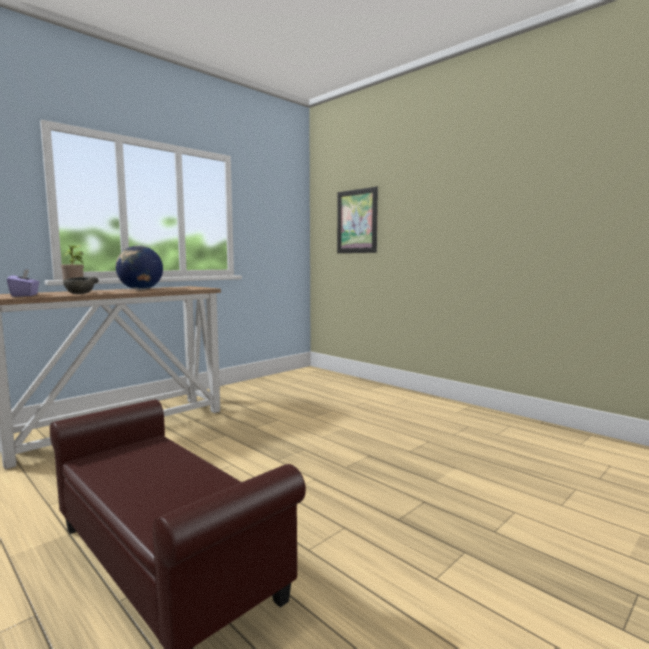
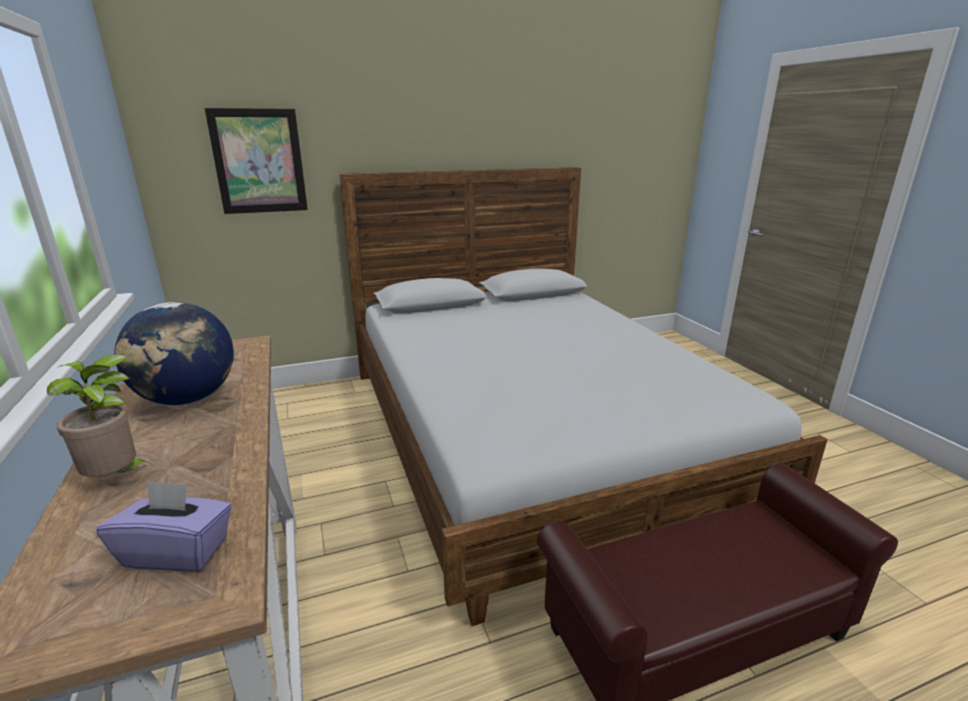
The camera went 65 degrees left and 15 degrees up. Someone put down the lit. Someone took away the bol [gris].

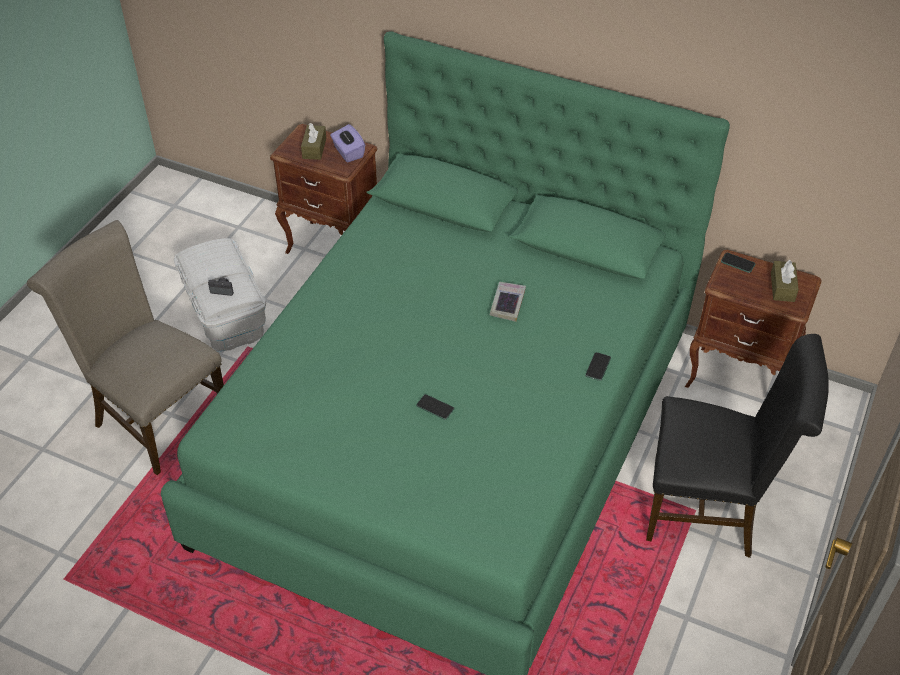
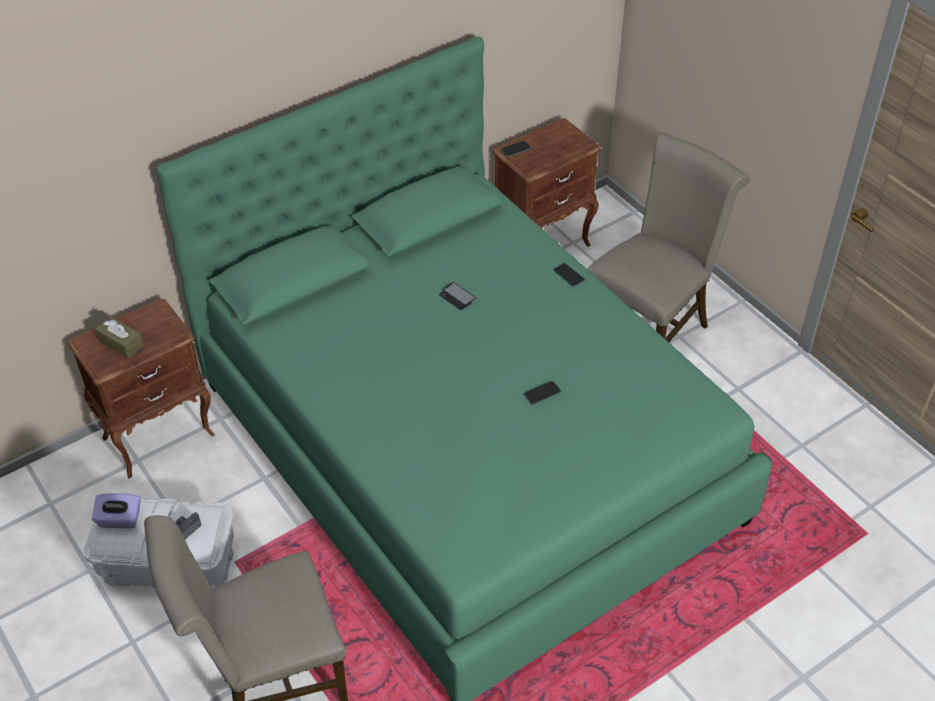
The camera went 60 degrees left and 0 degrees up. Someone carried the boîte à mouchoirs [violet]. Someone swapped the livre for the téléphone (1st from left). Someone repainted the chaise [noir], which became the chaise [beige] (2nd from left). Someone took away the boîte à mouchoirs [marron] (2nd from left).

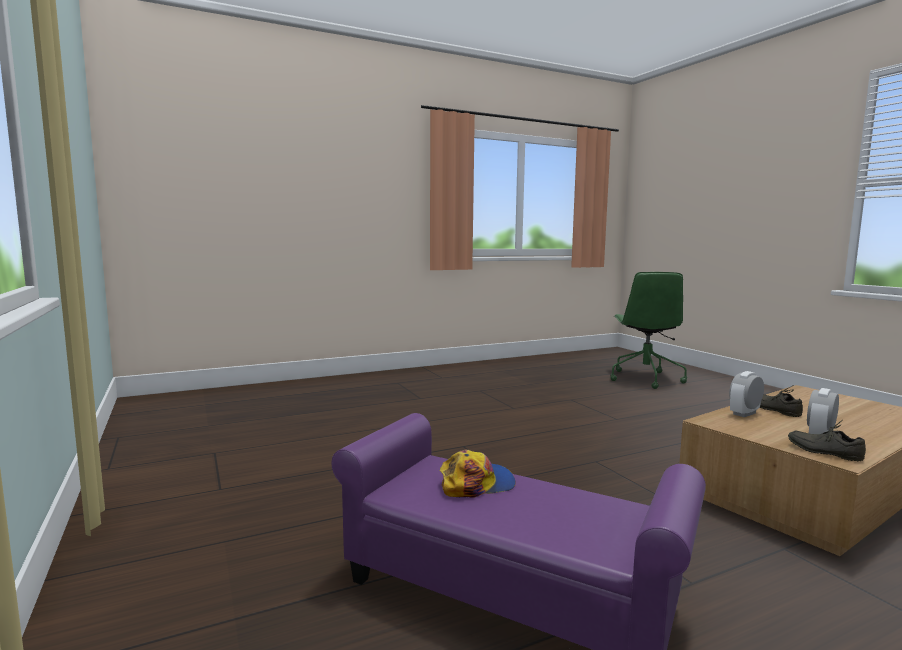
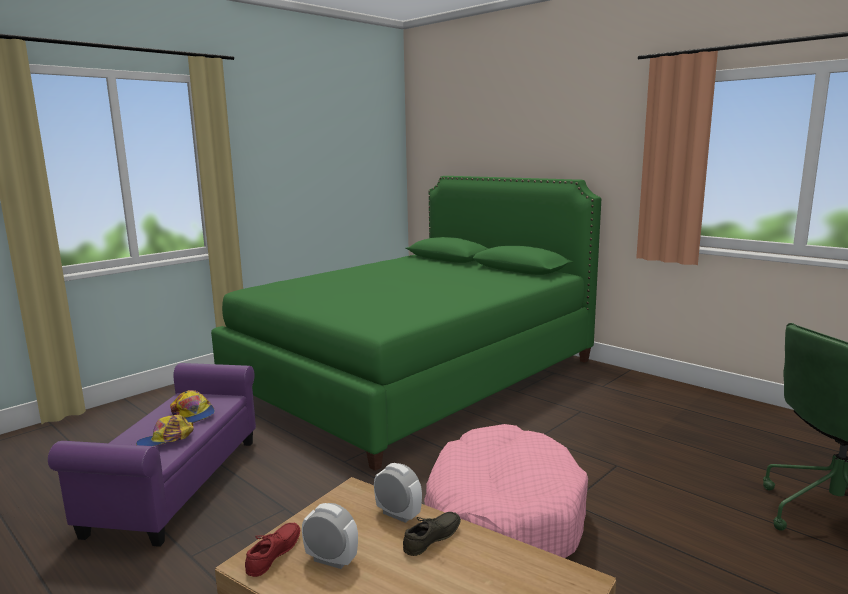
The camera went 70 degrees right and 5 degrees up. Someone put down the casquette (1st from left). Someone put down the lit [vert]. Someone repainted the chaussure [gris] (2nd from left), which became the chaussure [rouge]. Someone put down the panier pour chien [rose].

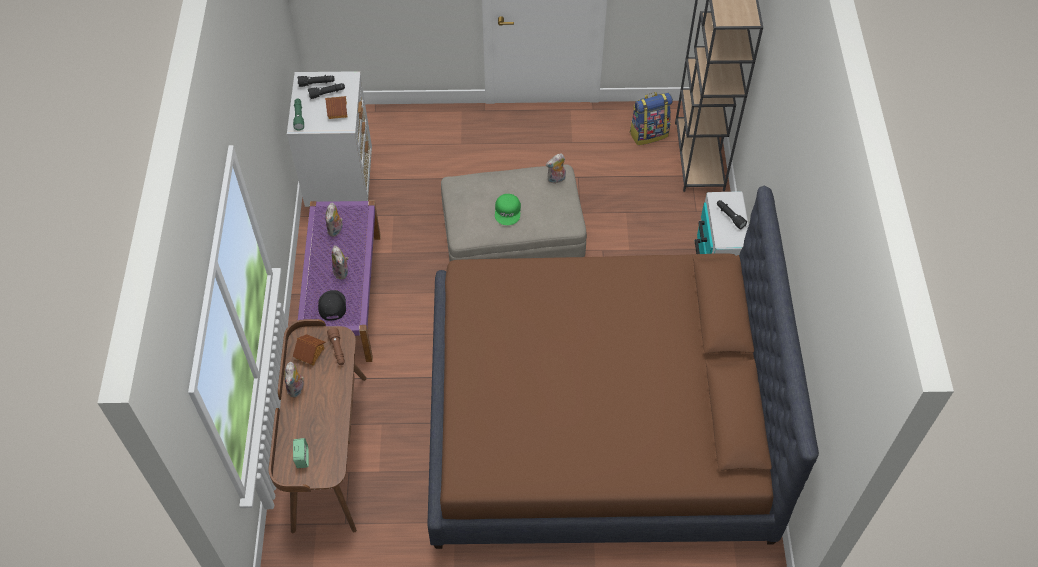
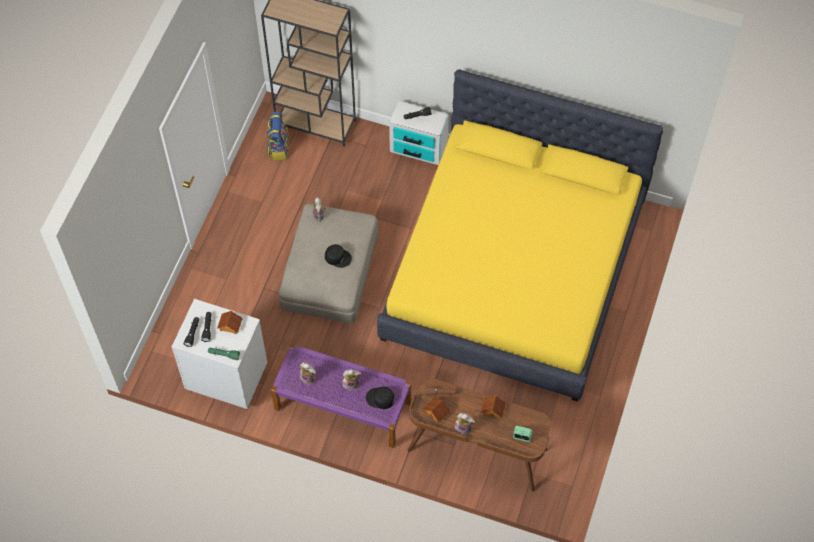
The camera went 70 degrees left and 5 degrees up. Someone repainted the casquette [vert], which became the casquette [noir] (1st from left). Someone repainted the lit [marron], which became the lit [jaune]. Someone put down the maison miniature (3rd from left).

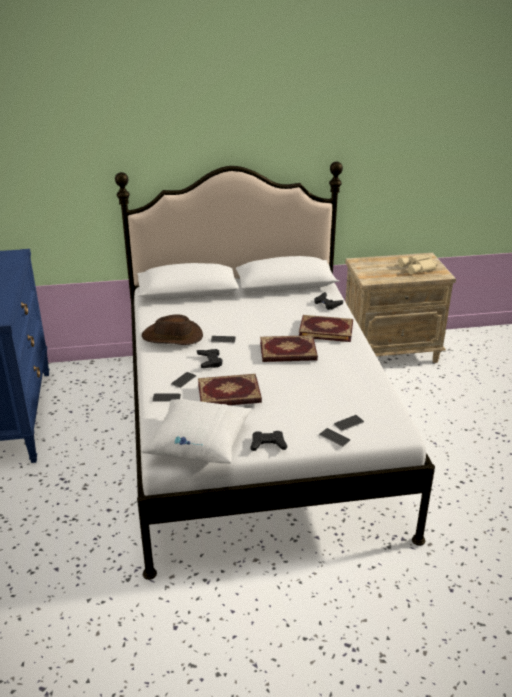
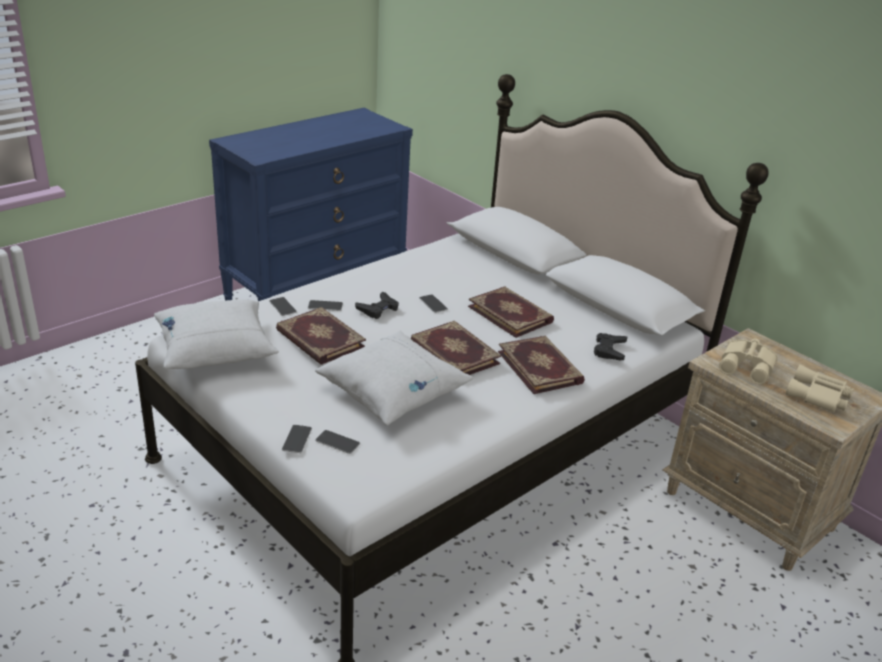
The camera went 55 degrees right and 0 degrees up. Someone put down the coussin [gris] (2nd from left). Someone put down the livre (3rd from left). Someone put down the jumelles [beige] (1st from left). Someone took away the chapeau [marron]. Someone took away the manette [noir] (2nd from left).

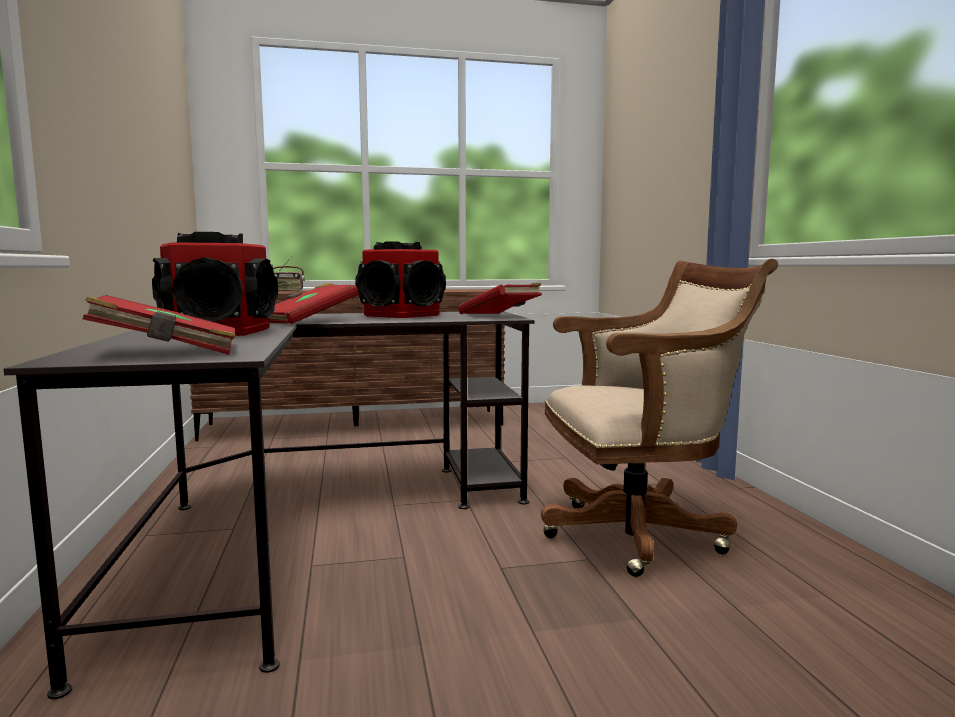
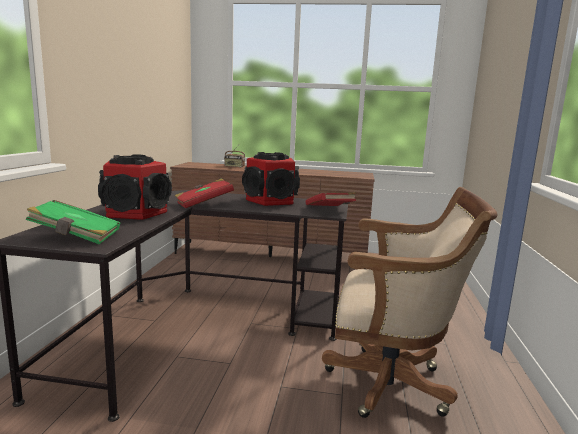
The camera went 20 degrees right and 5 degrees up. Someone repainted the livre [rouge] (1st from left), which became the livre [vert].

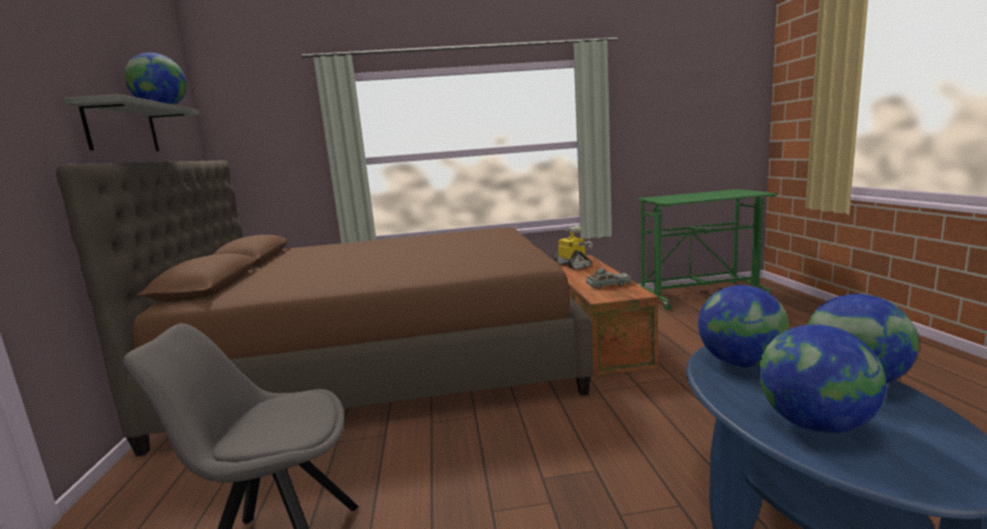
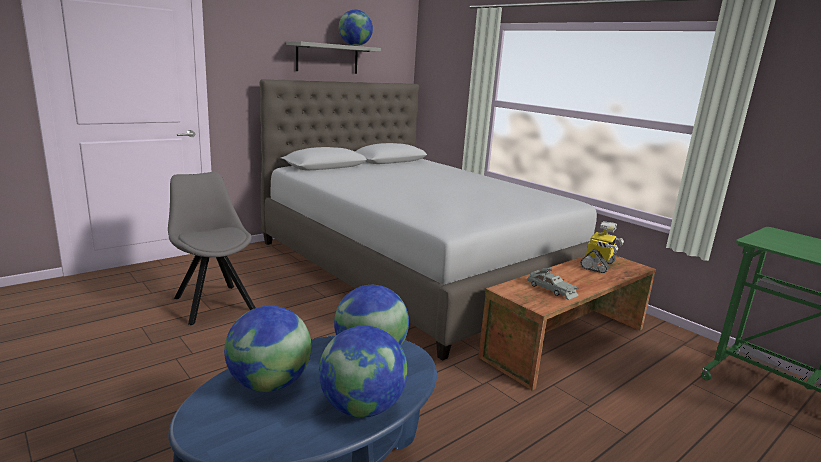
The camera went 55 degrees right and 5 degrees up. Someone repainted the lit [marron], which became the lit [gris].

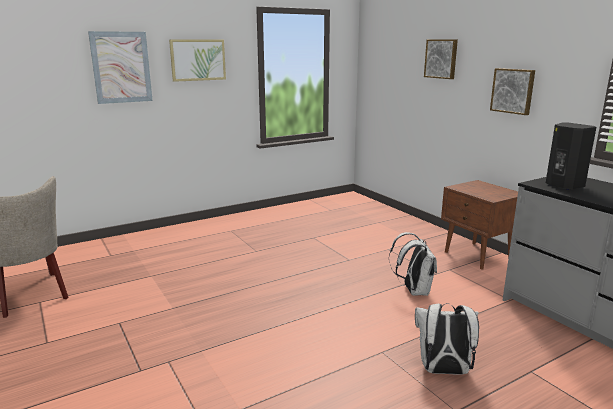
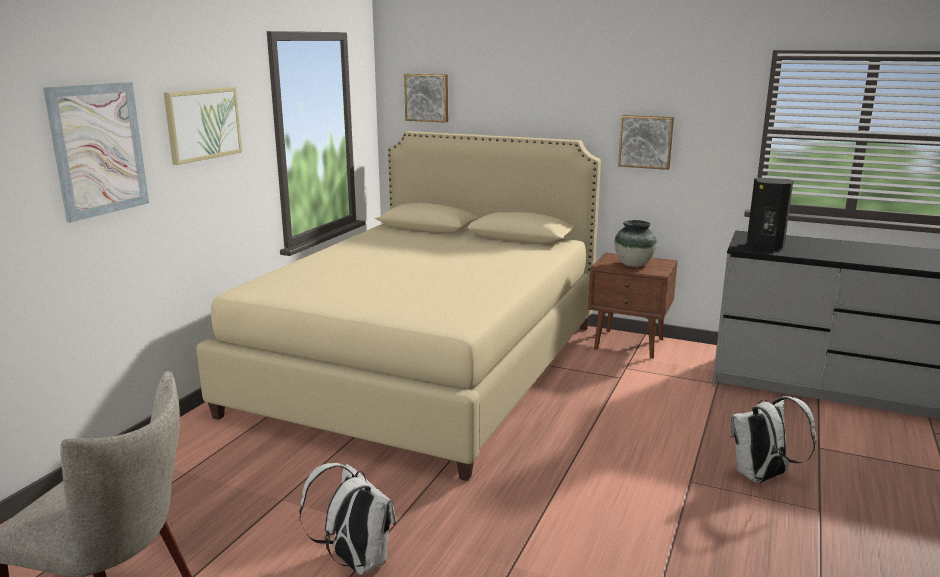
The camera went 35 degrees left and 0 degrees up. Someone put down the lit [beige]. Someone carried the sac à dos [blanc] (1st from left). Someone carried the tableau (3rd from left). Someone put down the vase.

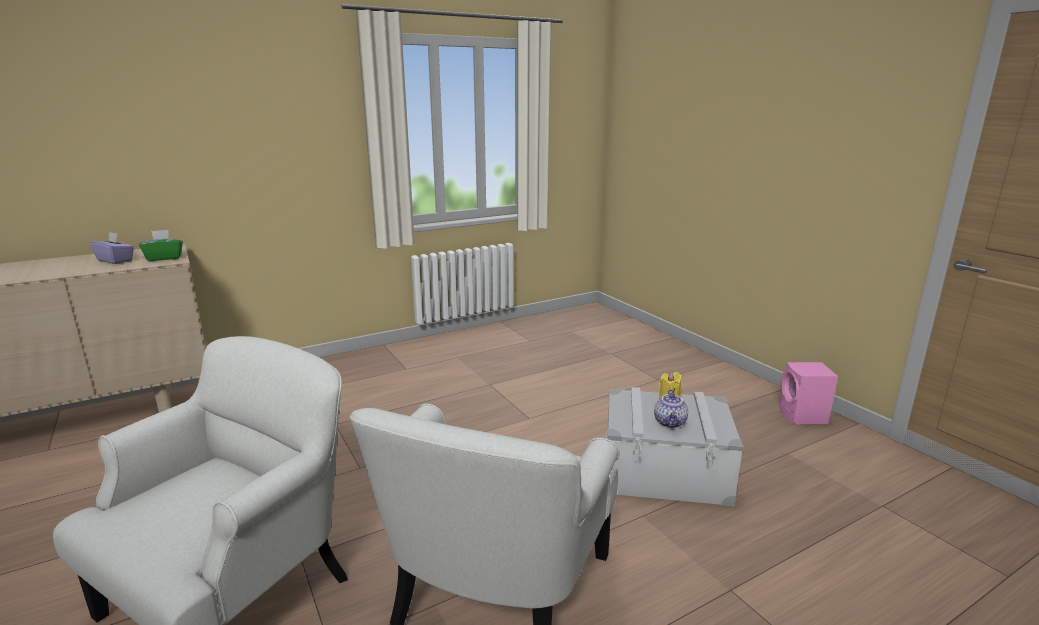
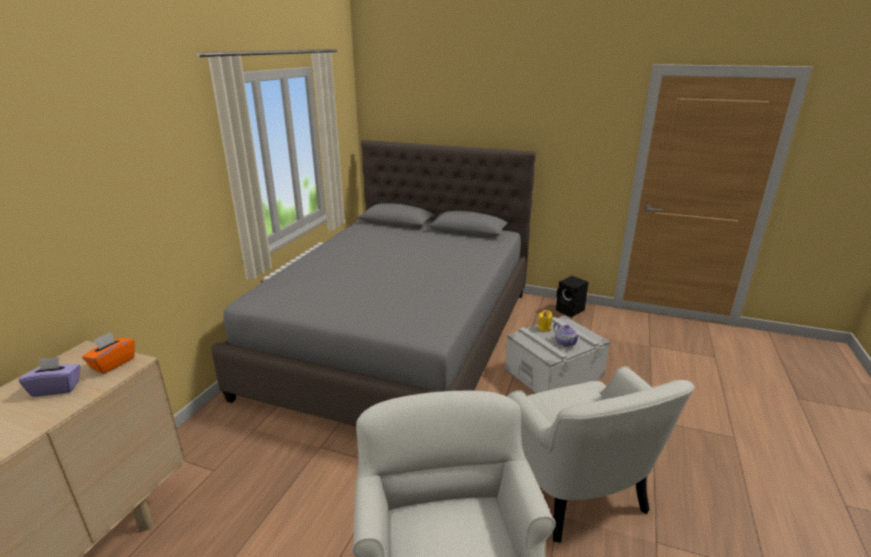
The camera went 40 degrees left and 5 degrees up. Someone repainted the boîte à mouchoirs [vert], which became the boîte à mouchoirs [orange]. Someone put down the lit [gris]. Someone repainted the enceinte [rose], which became the enceinte [noir].

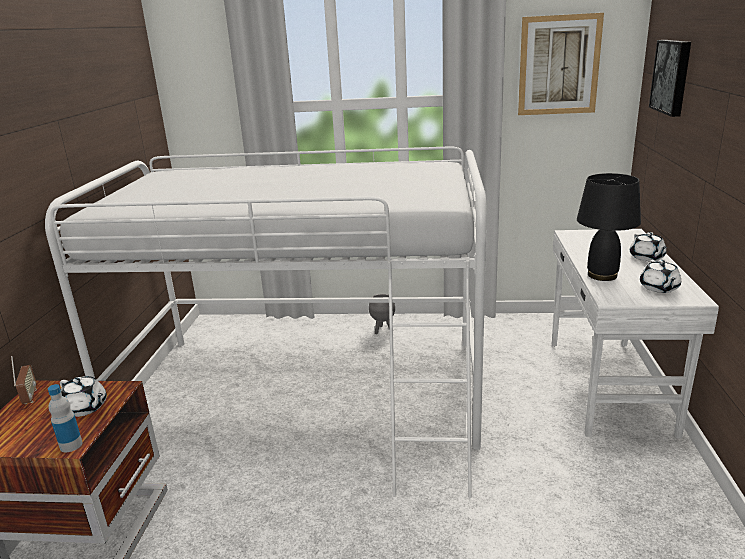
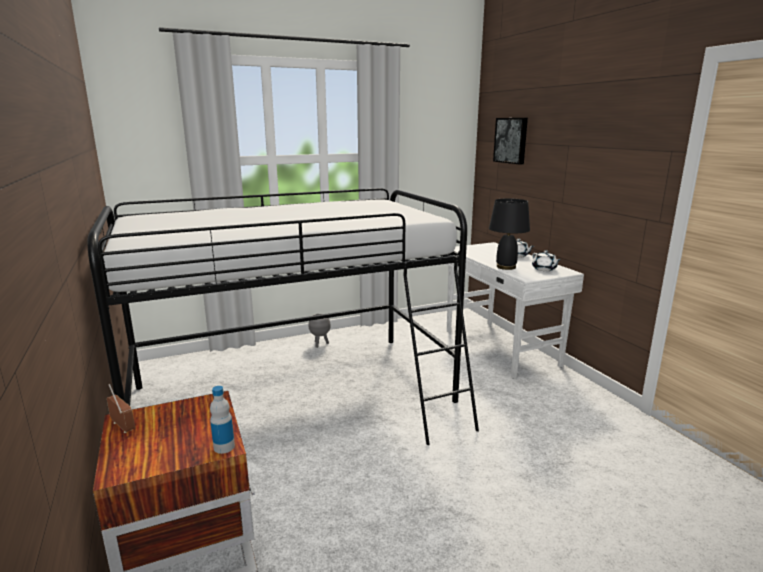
The camera went 30 degrees left and 5 degrees down. Someone repainted the lit [blanc], which became the lit [noir]. Someone took away the théière [blanc] (1st from left). Someone took away the tableau (1st from left).

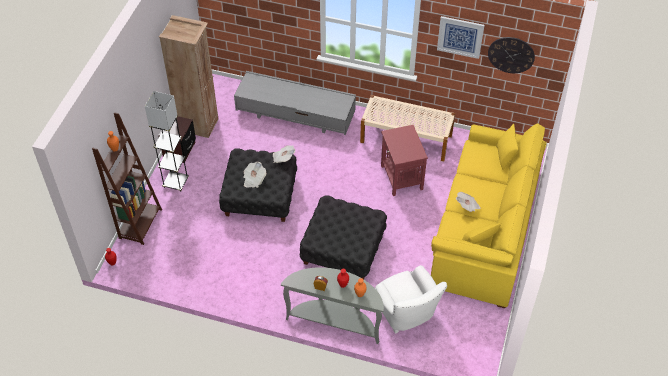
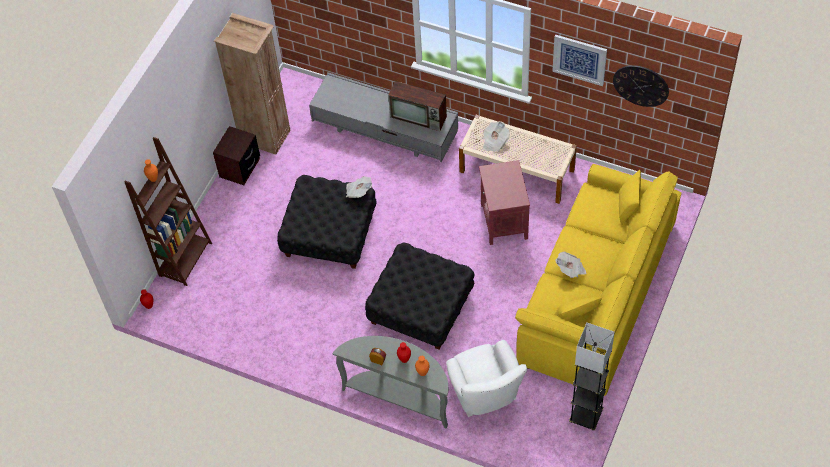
The camera went 10 degrees right and 5 degrees up. Someone put down the téléviseur. Someone carried the journal (1st from left in the first image). Someone carried the lampadaire [gris].

